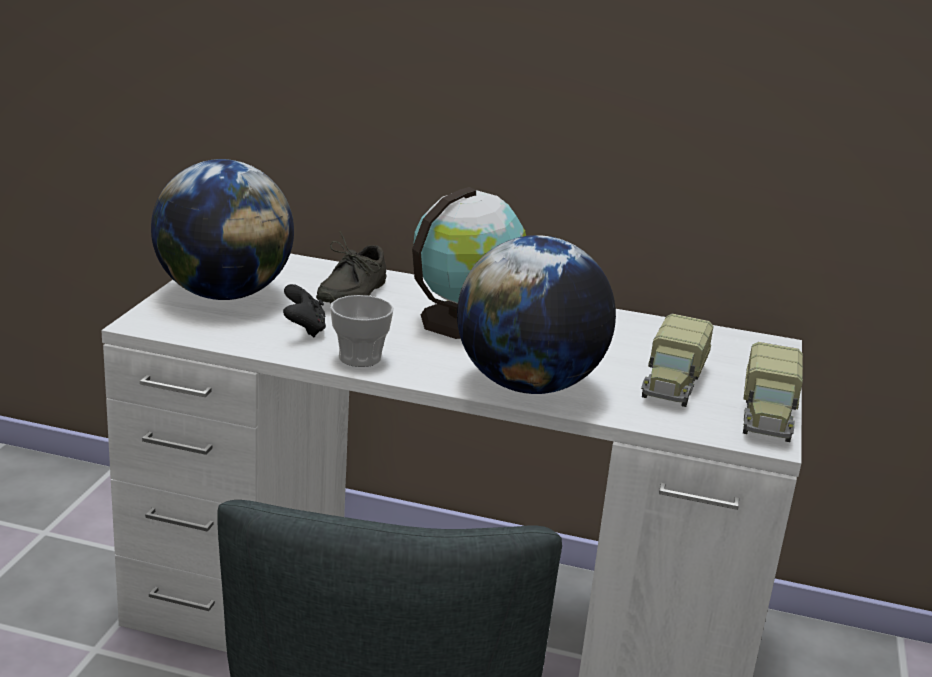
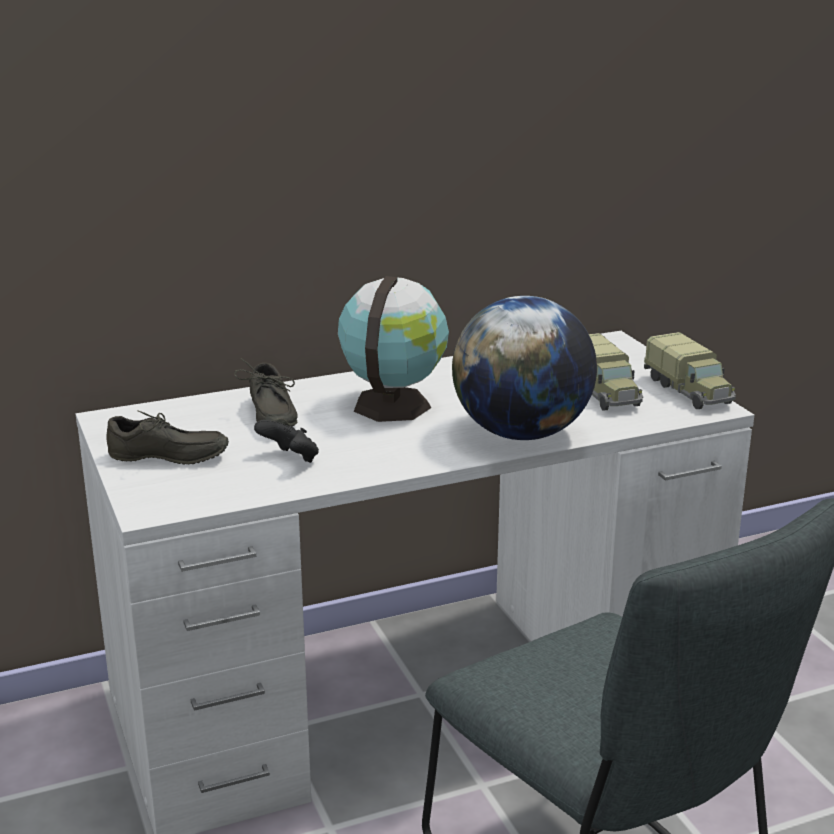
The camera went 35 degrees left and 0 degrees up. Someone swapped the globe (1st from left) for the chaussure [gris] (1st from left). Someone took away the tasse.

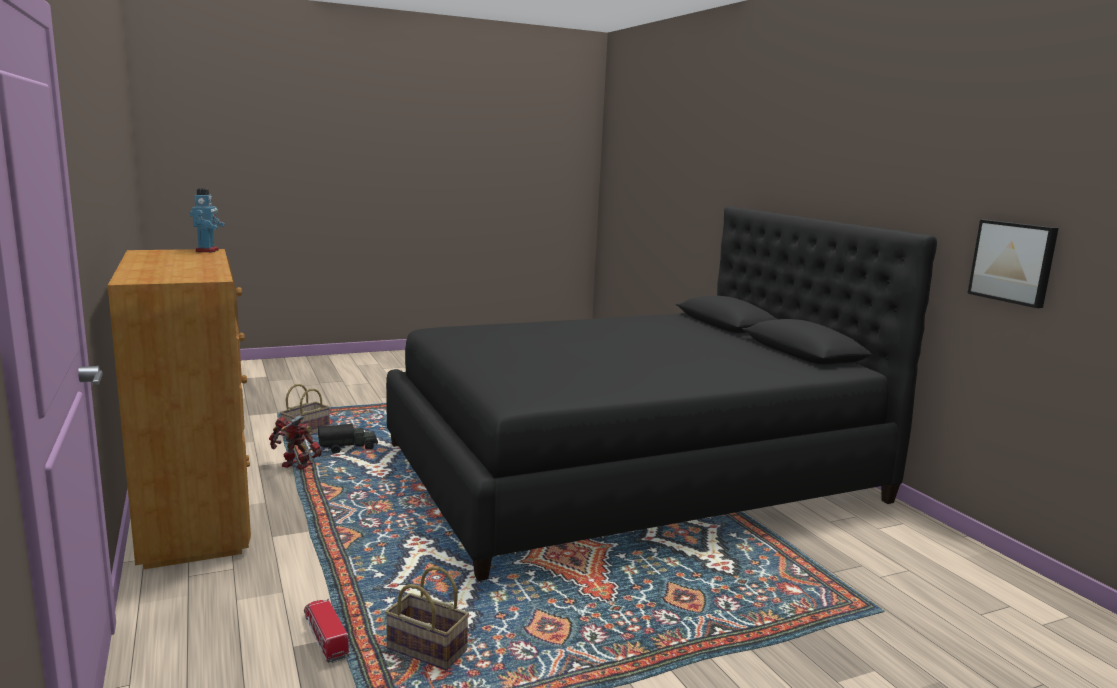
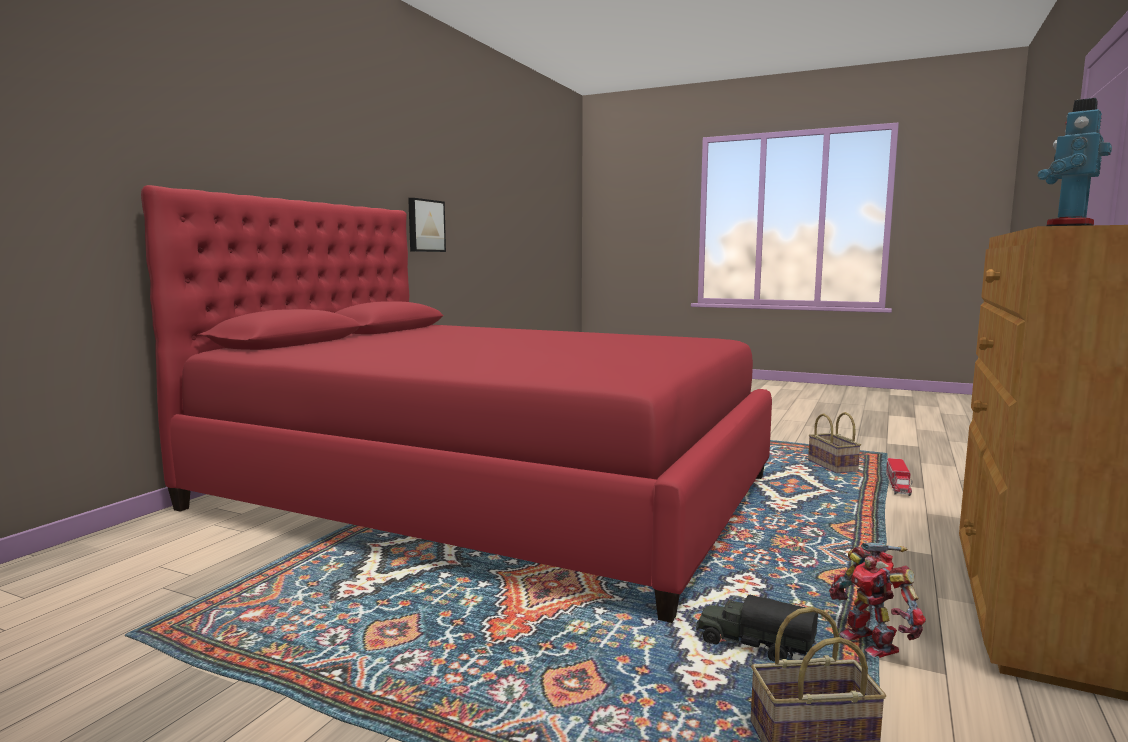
The camera went 130 degrees left and 5 degrees down. Someone repainted the lit [noir], which became the lit [rouge].

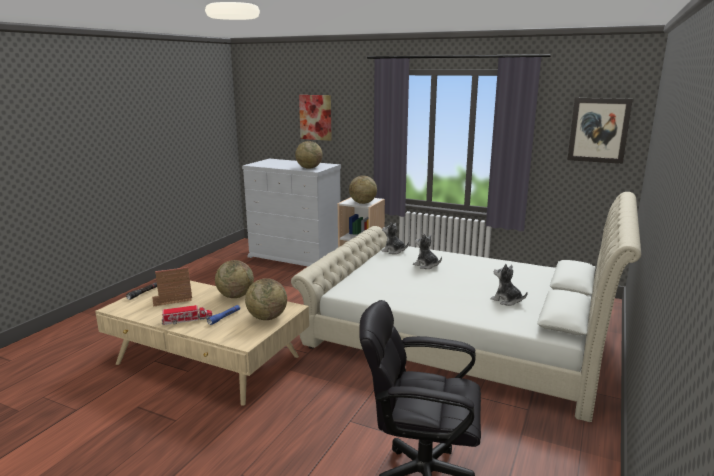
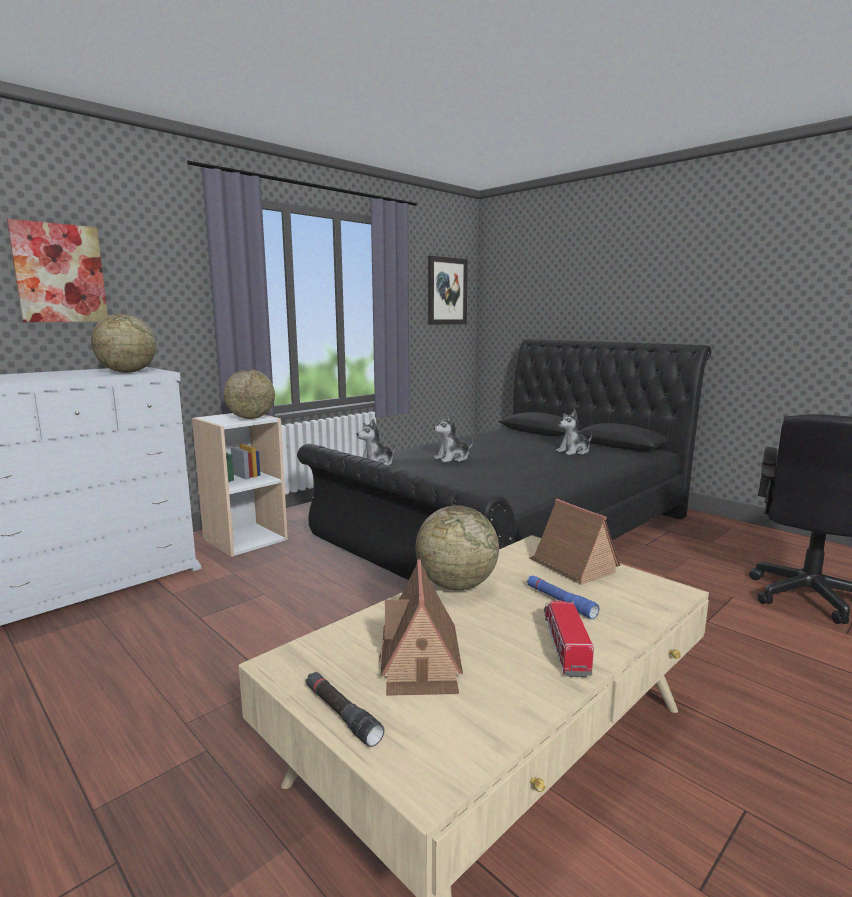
The camera went 70 degrees left and 5 degrees down. Someone repainted the lit [beige], which became the lit [noir]. Someone swapped the globe (2nd from left) for the maison miniature (2nd from left).

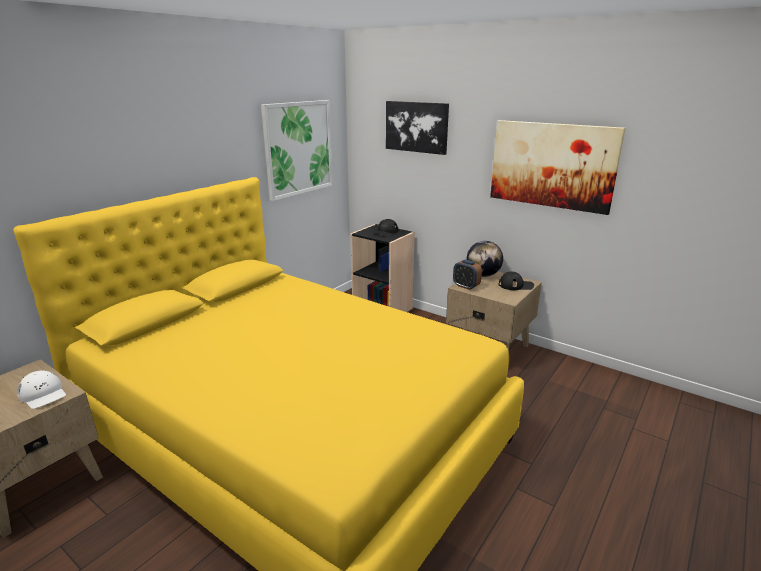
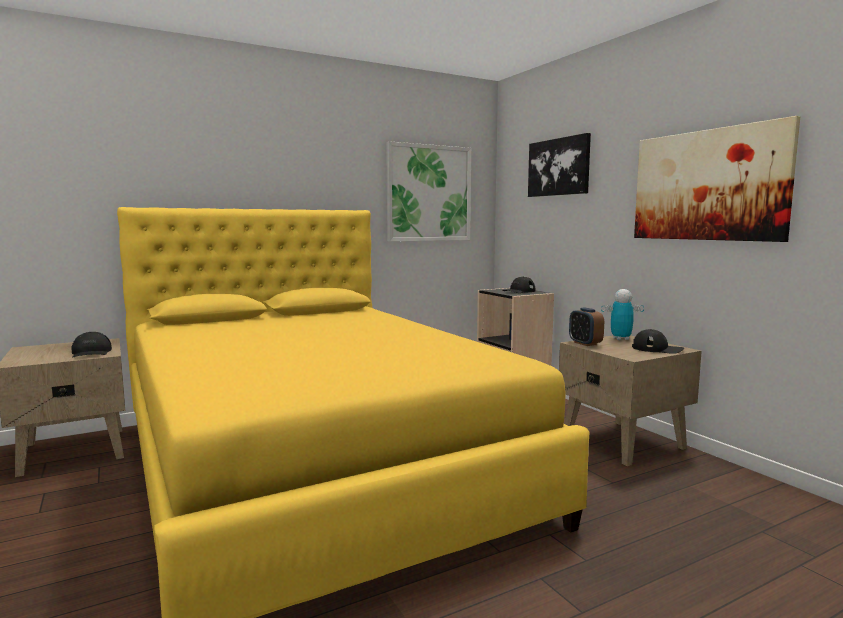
The camera went 25 degrees right and 15 degrees down. Someone repainted the casquette [blanc], which became the casquette [noir] (1st from left). Someone swapped the globe for the robot jouet.

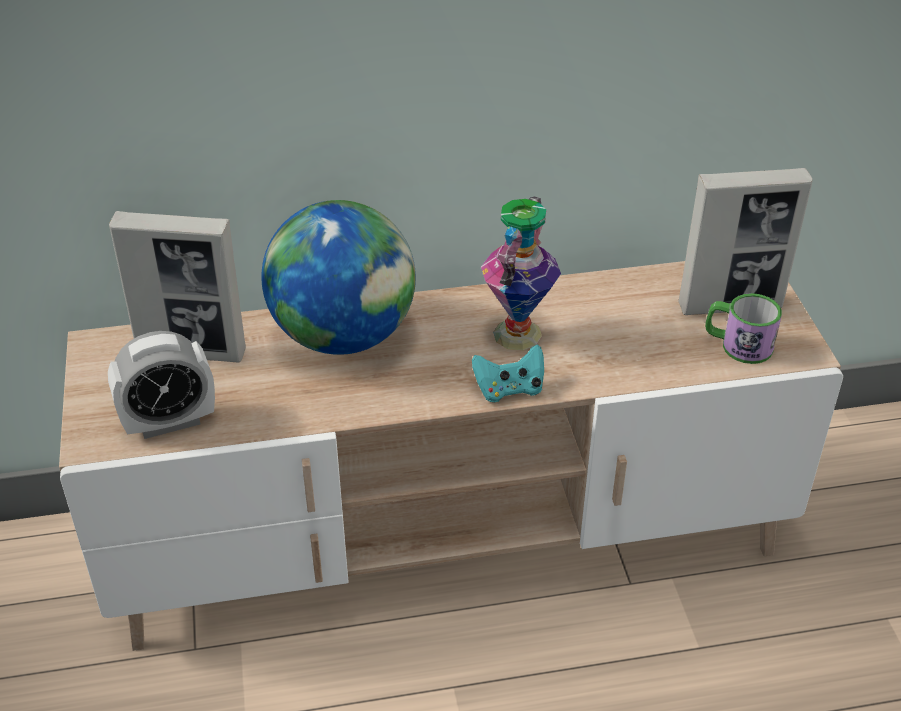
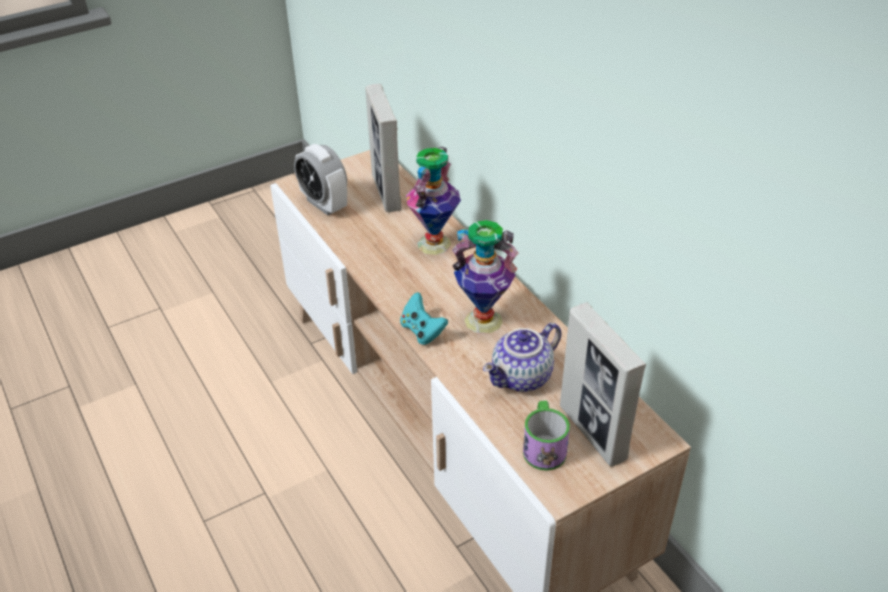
The camera went 70 degrees right and 0 degrees up. Someone swapped the globe for the vase (1st from left). Someone put down the théière.

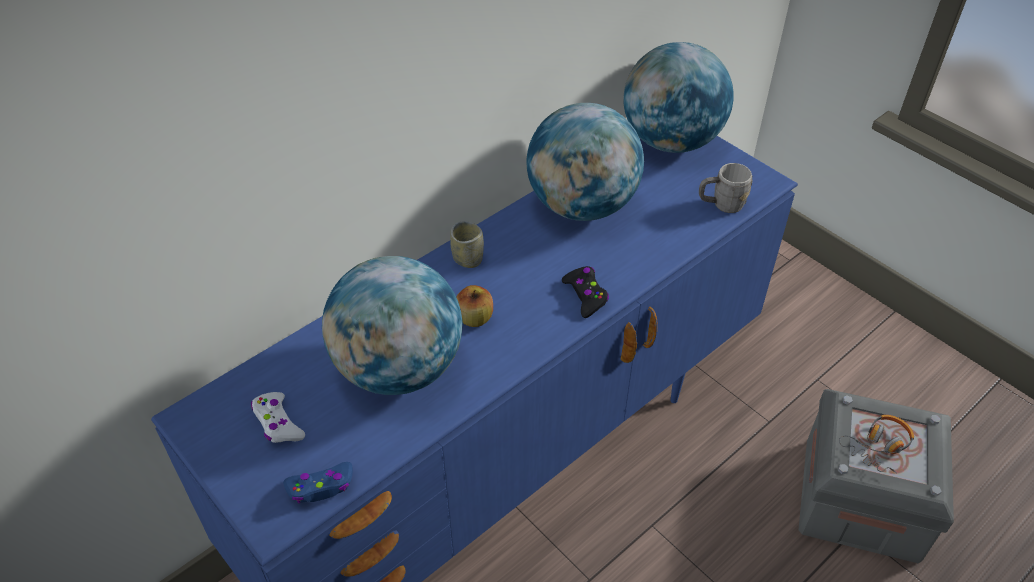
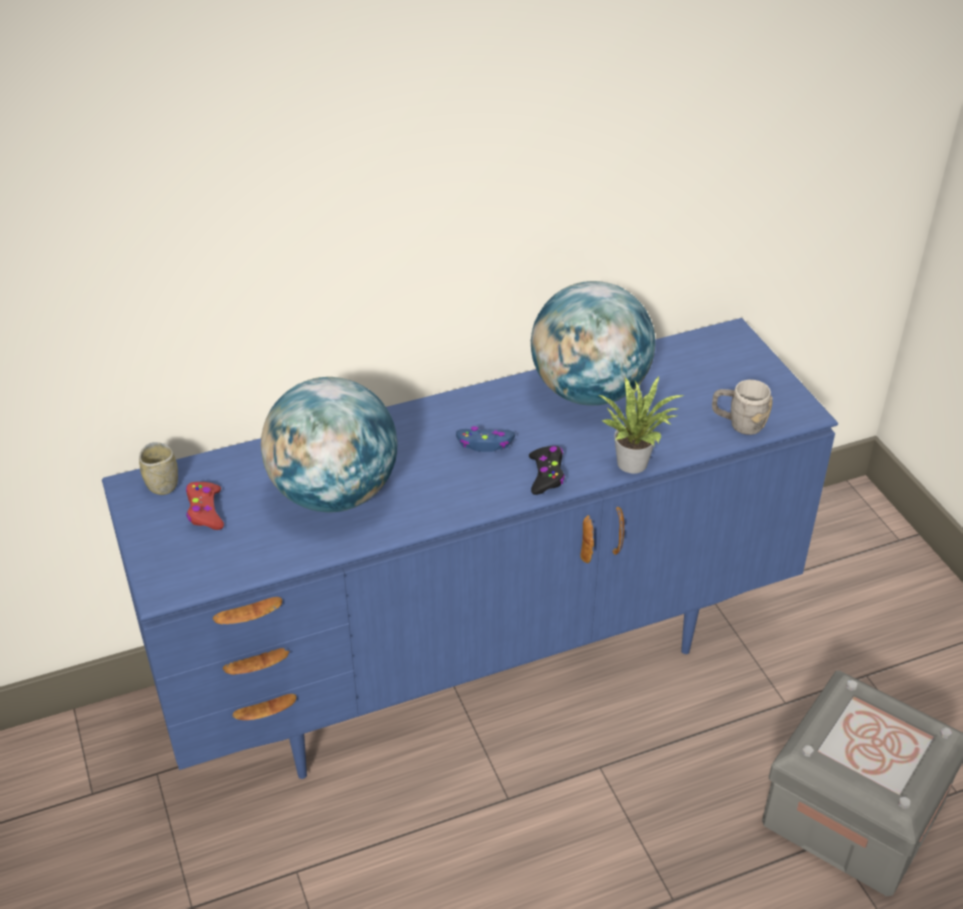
The camera went 20 degrees right and 5 degrees down. Someone carried the tasse. Someone repainted the manette [blanc], which became the manette [rouge]. Someone carried the manette [bleu]. Someone put down the plante en pot. Someone took away the pomme. Someone took away the globe (3rd from left). Someone took away the casque audio.

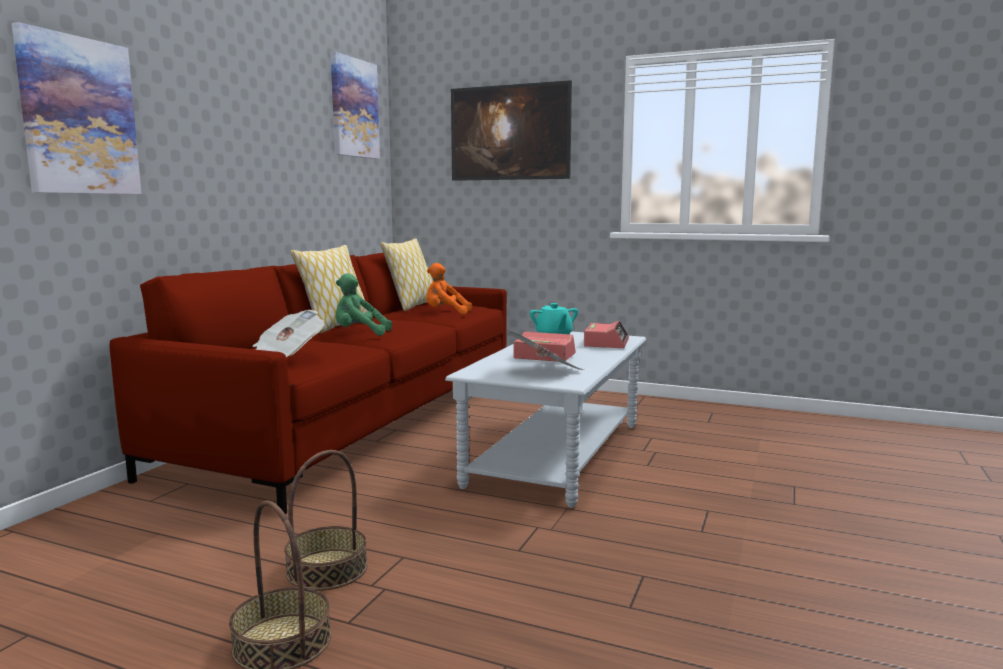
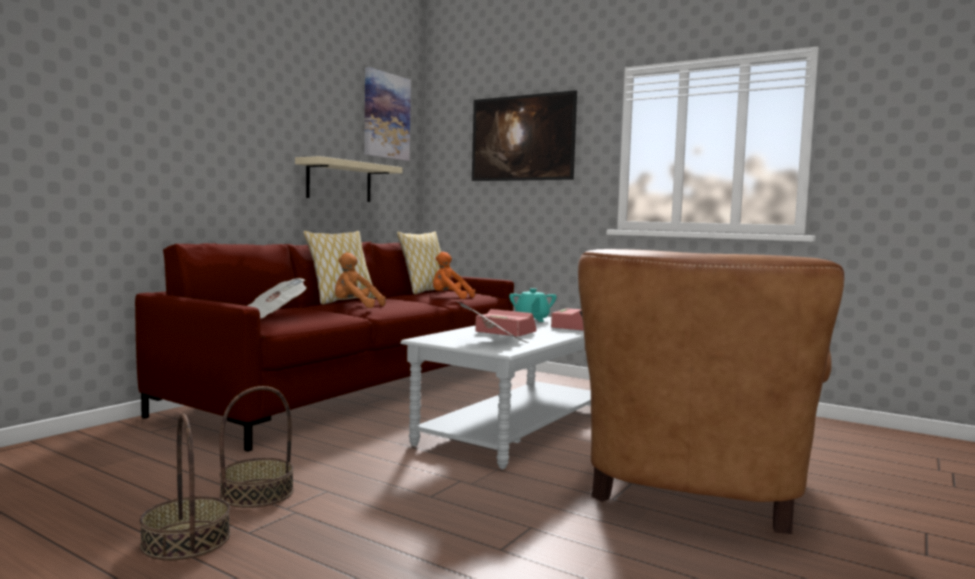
The camera went 10 degrees right and 5 degrees down. Someone put up the étagère [beige]. Someone repainted the peluche [vert], which became the peluche [orange] (1st from left). Someone put down the fauteuil [marron]. Someone took away the tableau (1st from left).

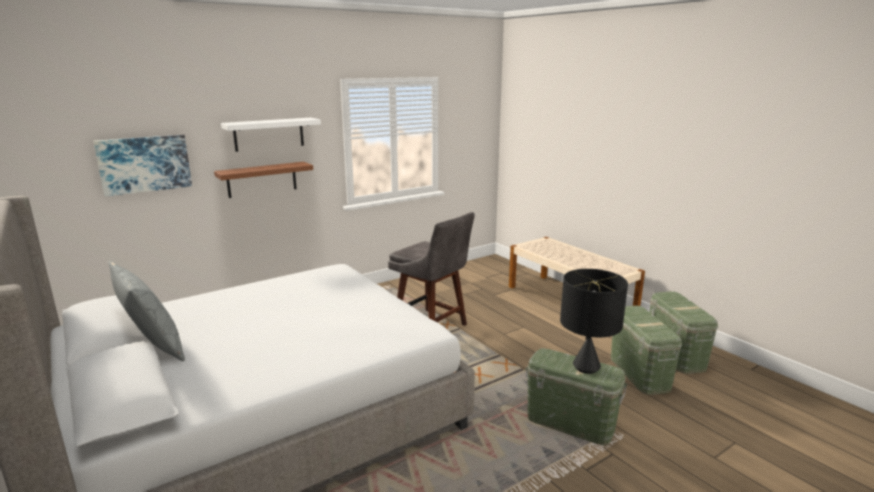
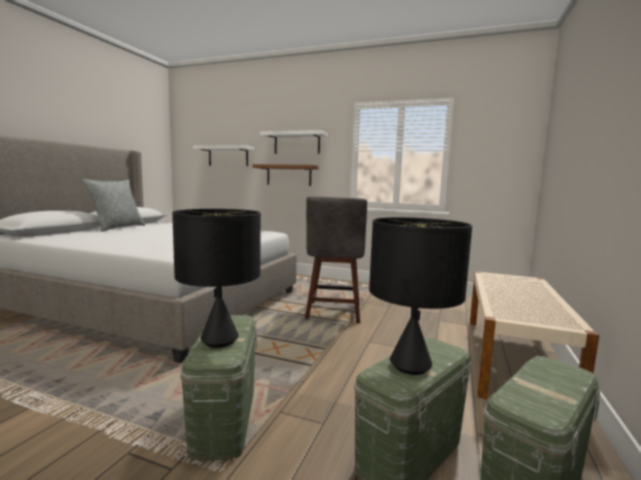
The camera went 55 degrees right and 10 degrees down. Someone swapped the tableau for the étagère [blanc] (1st from left). Someone put down the lampe de table [noir] (2nd from left).

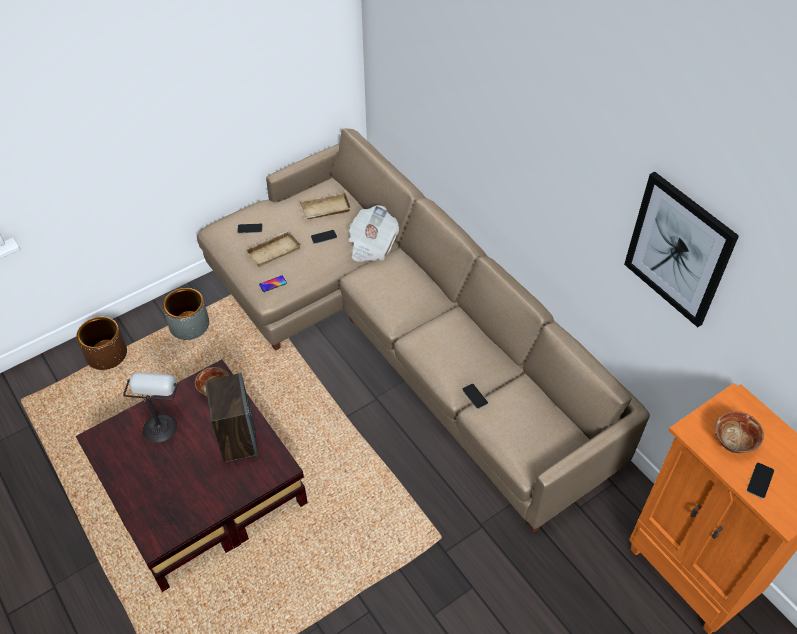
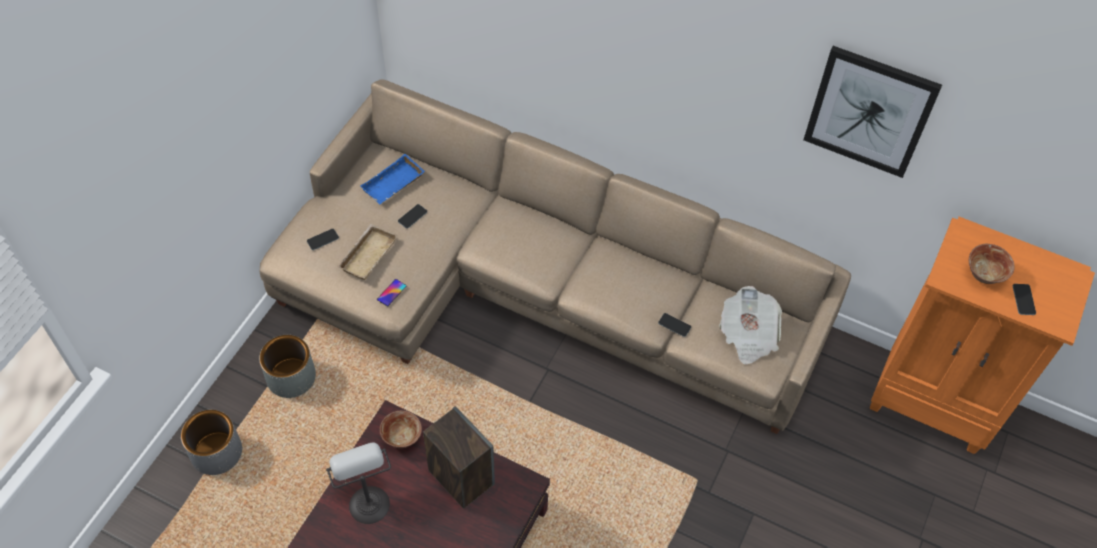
The camera went 30 degrees left and 5 degrees up. Someone repainted the cache-pot [marron], which became the cache-pot [gris] (1st from left). Someone repainted the plateau [beige] (2nd from left), which became the plateau [bleu]. Someone carried the journal.

